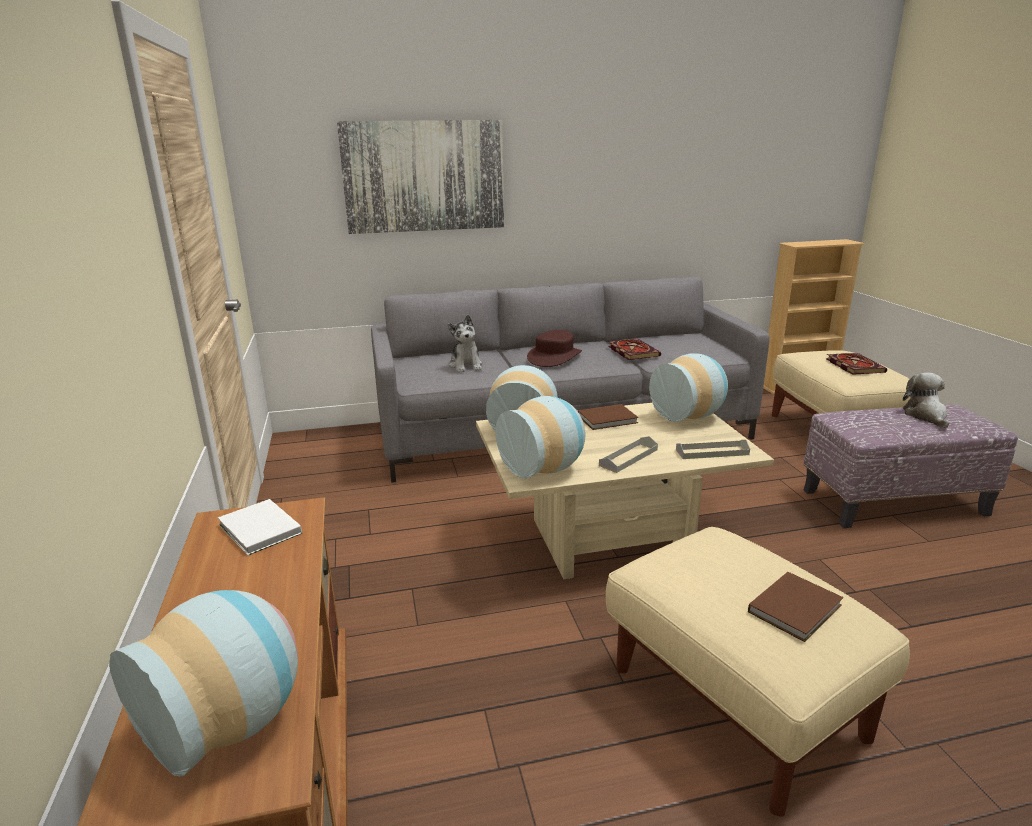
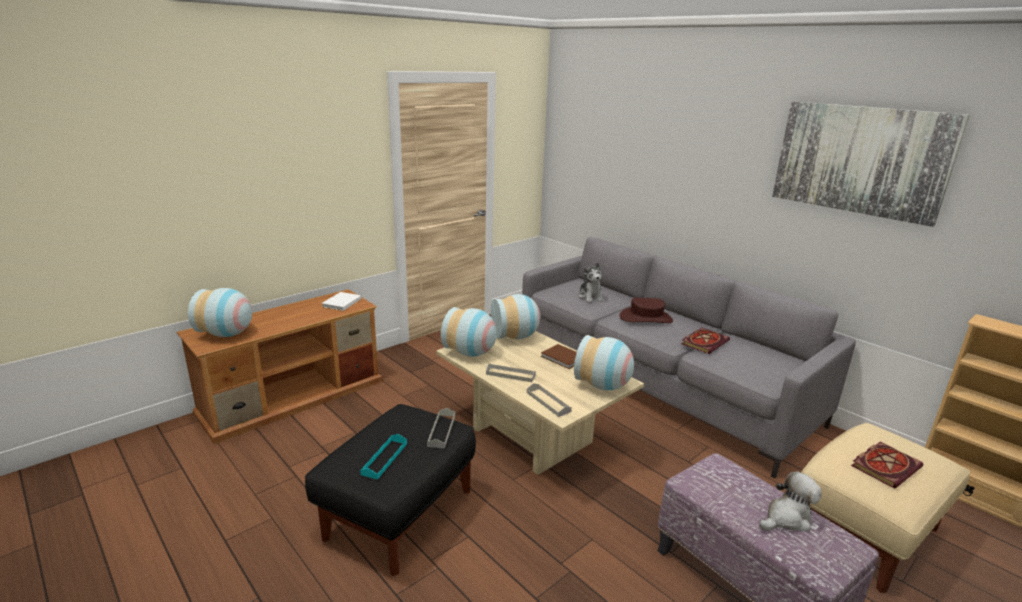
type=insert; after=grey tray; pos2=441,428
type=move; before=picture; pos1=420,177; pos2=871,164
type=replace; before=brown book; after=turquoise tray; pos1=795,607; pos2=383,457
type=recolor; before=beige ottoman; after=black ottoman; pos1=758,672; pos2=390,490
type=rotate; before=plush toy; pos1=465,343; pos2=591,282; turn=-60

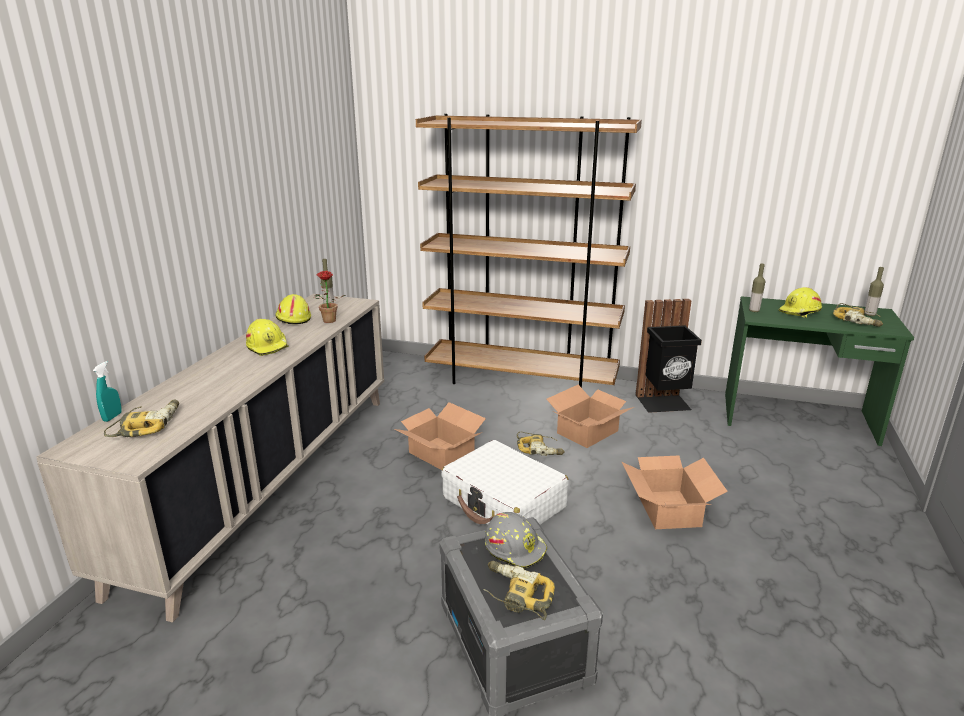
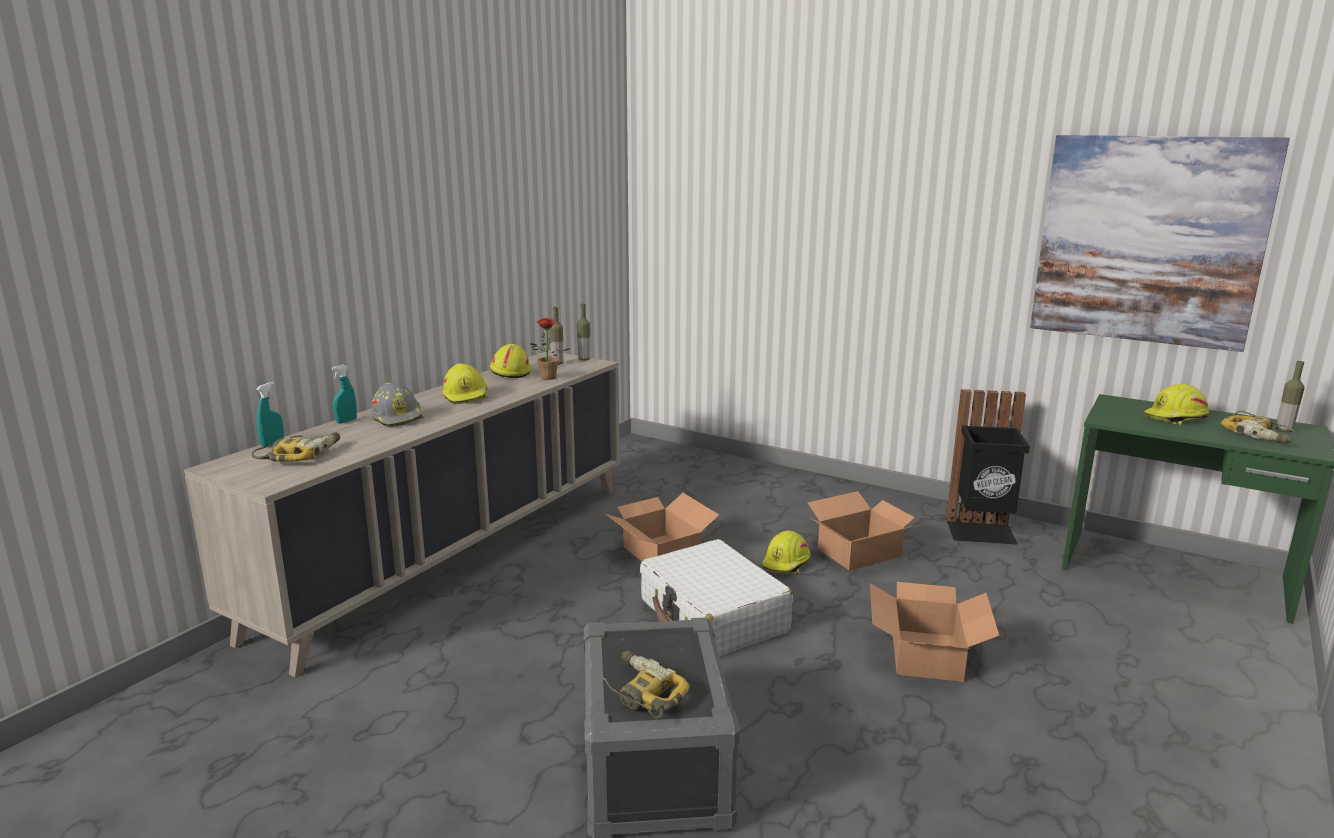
type=delete; before=brown bookcase; pos1=529,251
type=insert; after=turquoise spray bottle; pos2=344,394
type=insert; after=picture; pos2=1160,243
type=move; before=grey hard hat; pos1=516,540; pos2=397,405
type=move; before=bottle; pos1=757,288; pos2=583,332
type=replace; before=power drill; after=yellow hard hat; pos1=541,444; pos2=786,552

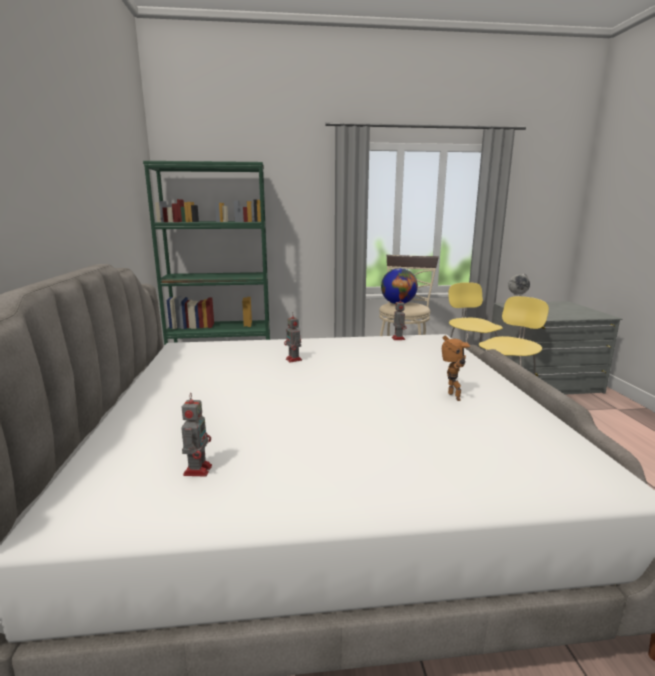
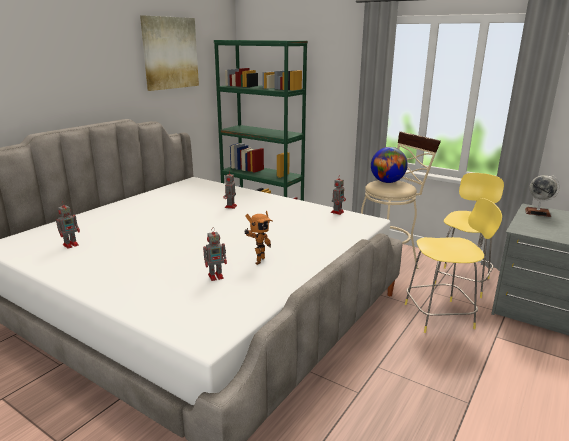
type=insert; after=picture; pos2=169,53
type=insert; after=toy robot; pos2=215,254

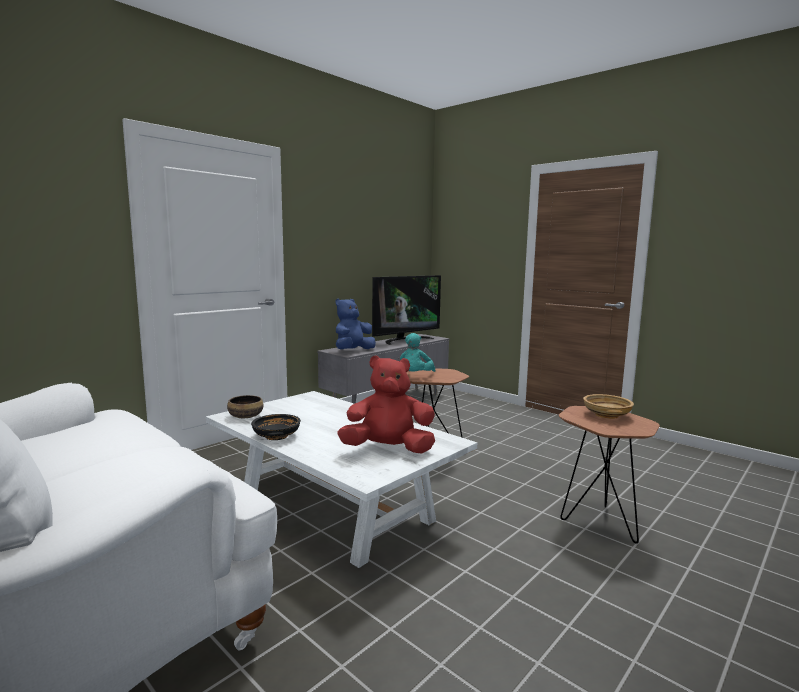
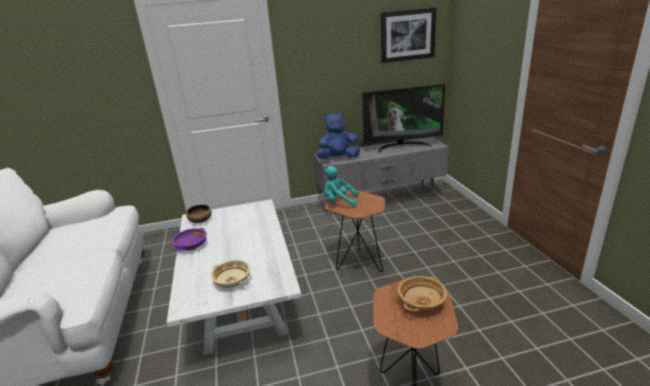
type=insert; after=picture; pos2=409,35
type=replace; before=red plush toy; after=beige bowl; pos1=386,404; pos2=230,274
type=recolor; before=black bowl; after=purple bowl; pos1=276,427; pos2=189,239
type=rotate; before=turquoise plush toy; pos1=417,352; pos2=341,186; turn=45

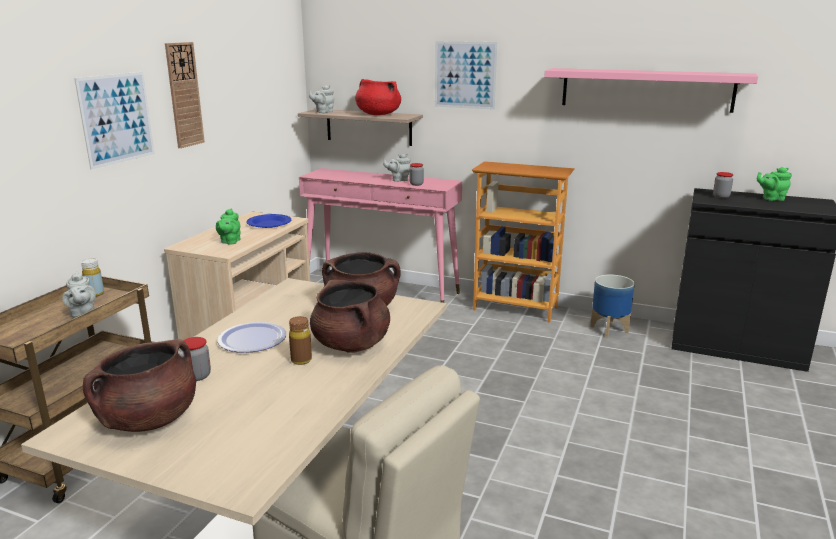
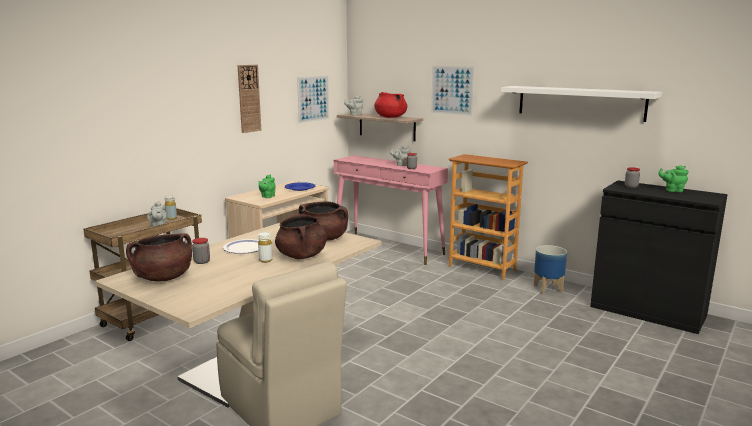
type=move; before=picture; pos1=114,121; pos2=313,99
type=recolor; before=brown bottle; after=white bottle; pos1=300,340; pos2=265,247
type=recolor; before=pink shelf; after=white shelf; pos1=651,90; pos2=581,104

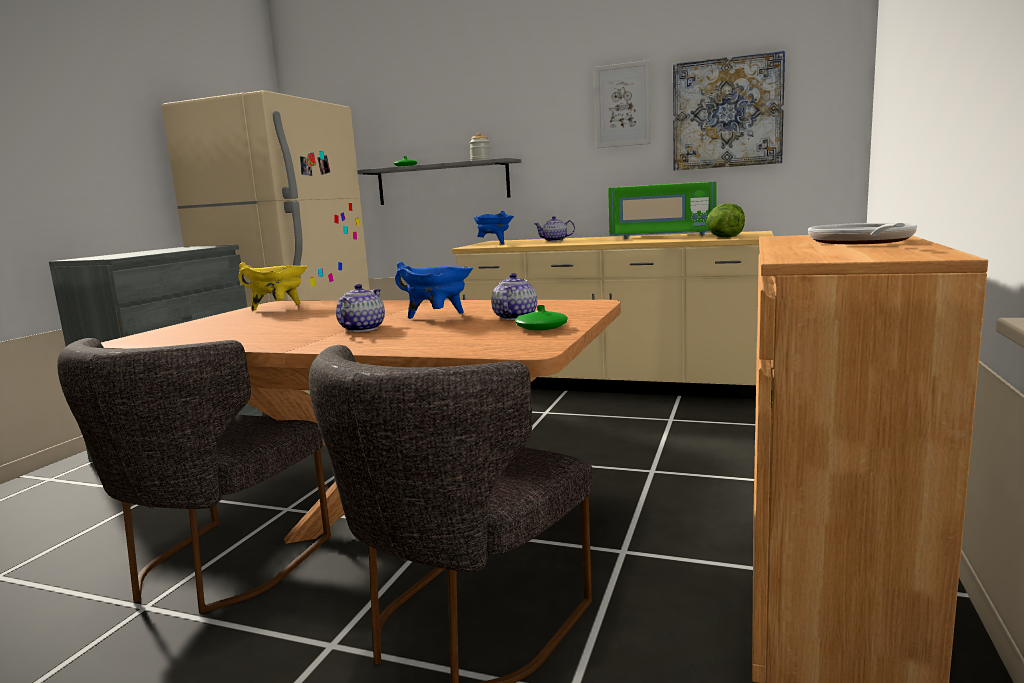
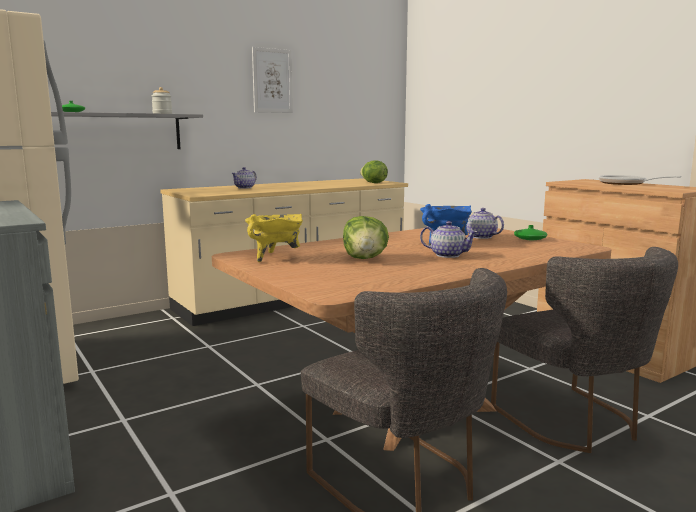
type=delete; before=blue cooking pot; pos1=494,228
type=delete; before=green microwave; pos1=662,210
type=delete; before=picture; pos1=729,110
type=insert; after=lettuce; pos2=366,237
type=rotate; before=teapot; pos1=360,308; pos2=449,239; turn=150

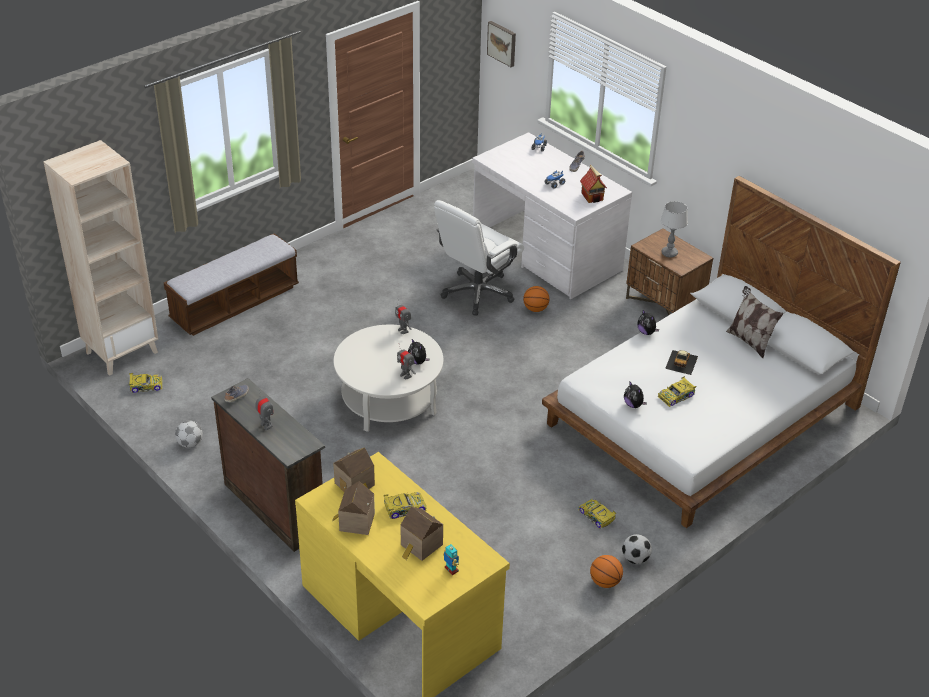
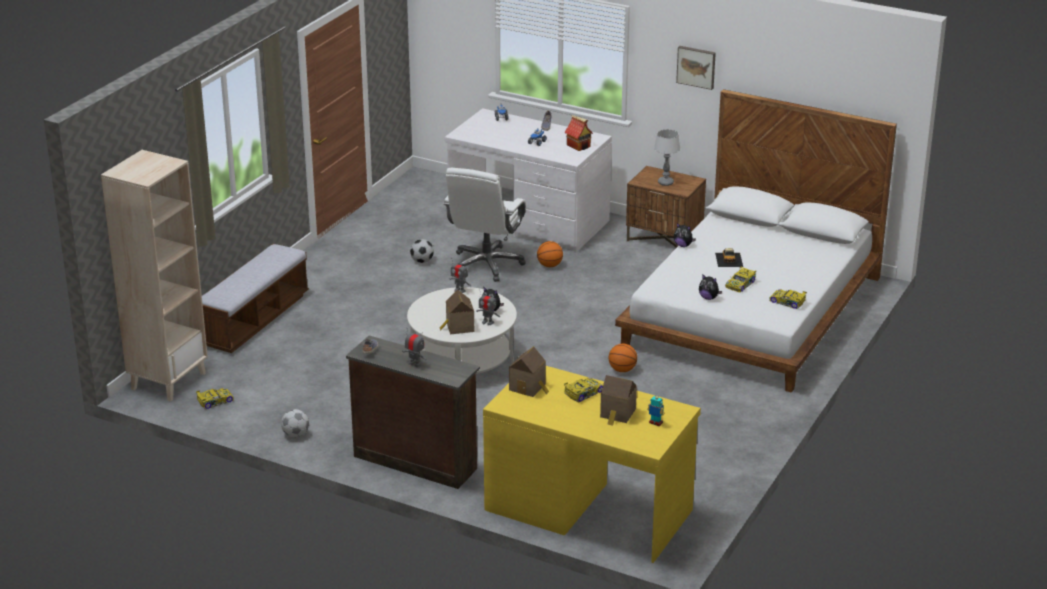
type=delete; before=pillow; pos1=754,322
type=move; before=toy house; pos1=353,508; pos2=457,312
type=move; before=picture; pos1=501,44; pos2=696,68
type=move; before=toy car; pos1=597,514; pos2=788,299
type=move; before=basketball; pos1=606,571; pos2=623,358
type=move; before=football; pos1=637,549; pos2=422,251

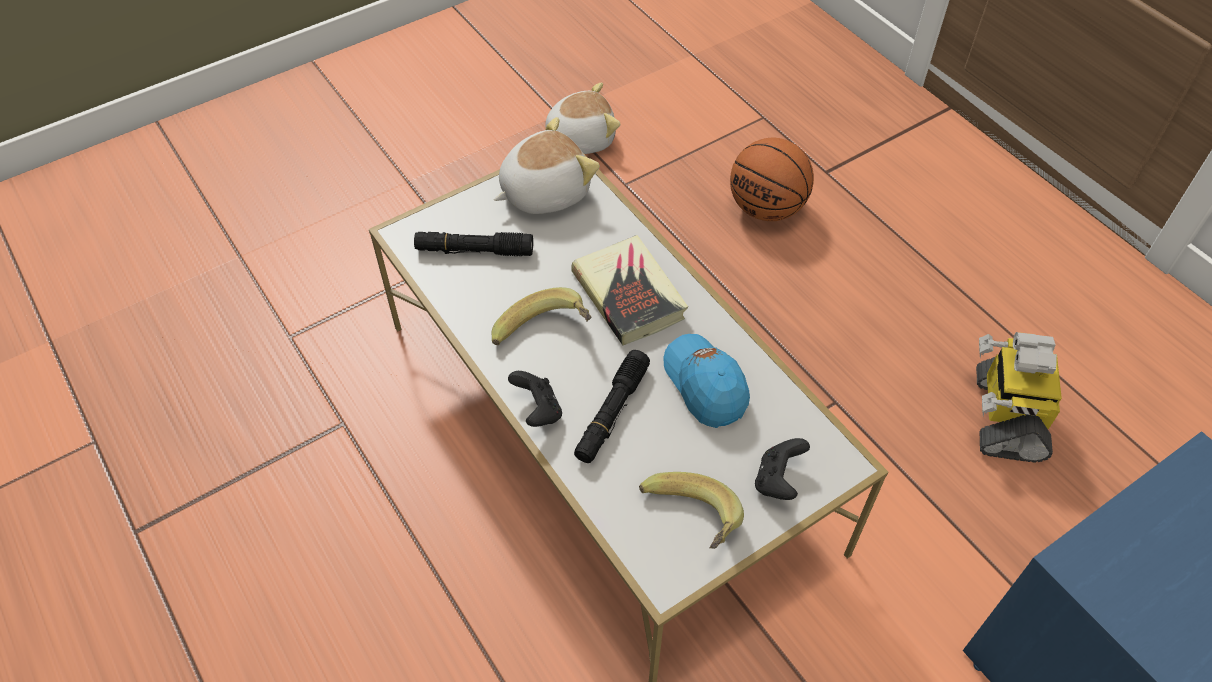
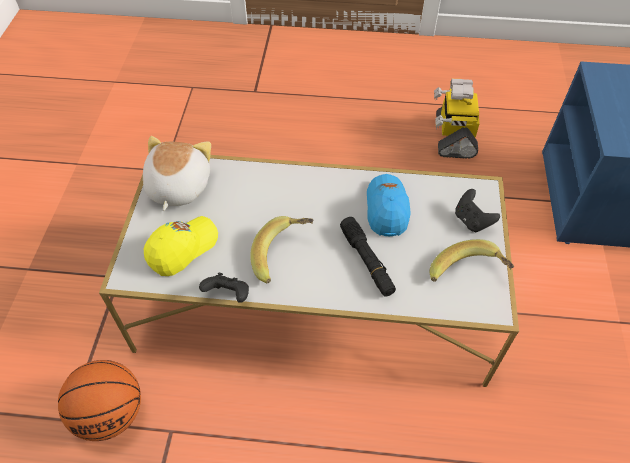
type=delete; before=plush toy; pos1=583,118
type=delete; before=book; pos1=629,290
type=move; before=black game controller; pos1=535,399; pos2=224,288
type=move; before=basketball; pos1=772,179; pos2=99,400
type=replace; before=black flashlight; after=yellow cap; pos1=473,244; pos2=181,246
type=rotate; before=blue cap; pos1=706,381; pos2=389,205; turn=75
type=rotate; before=toy robot; pos1=1019,397; pos2=457,119; turn=45

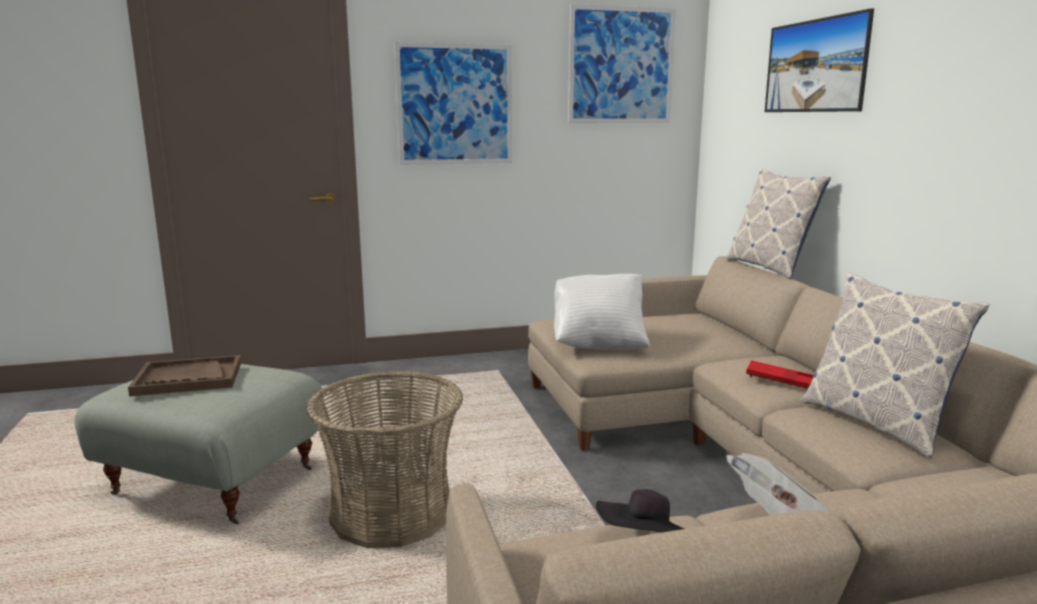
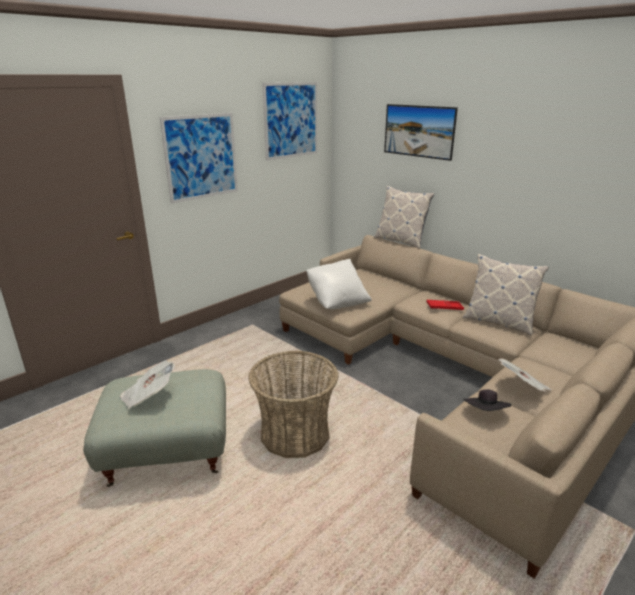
type=replace; before=brown tray; after=newspaper; pos1=184,376; pos2=147,385

